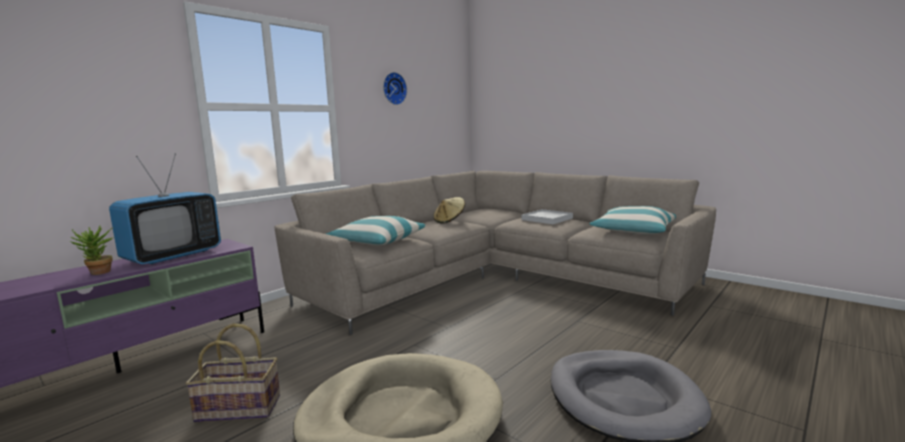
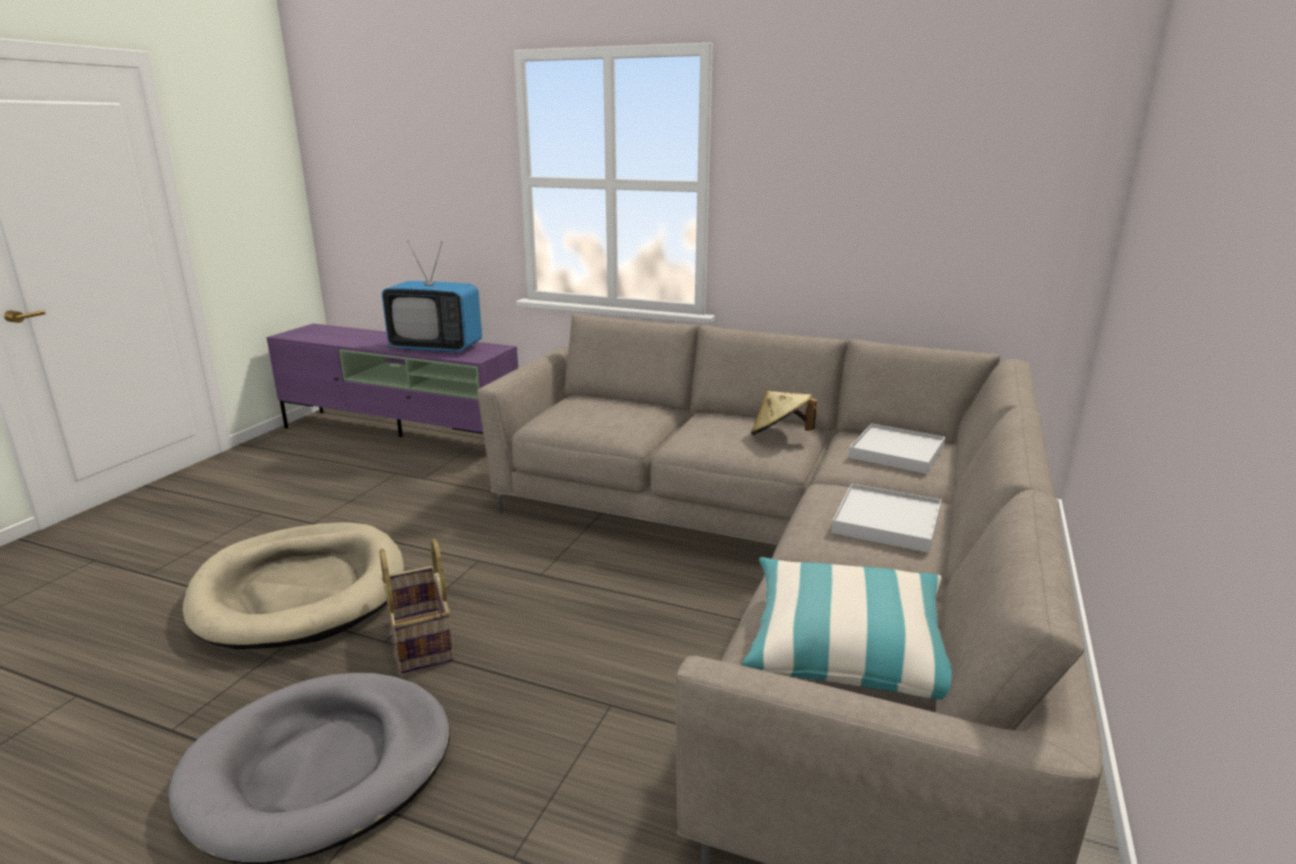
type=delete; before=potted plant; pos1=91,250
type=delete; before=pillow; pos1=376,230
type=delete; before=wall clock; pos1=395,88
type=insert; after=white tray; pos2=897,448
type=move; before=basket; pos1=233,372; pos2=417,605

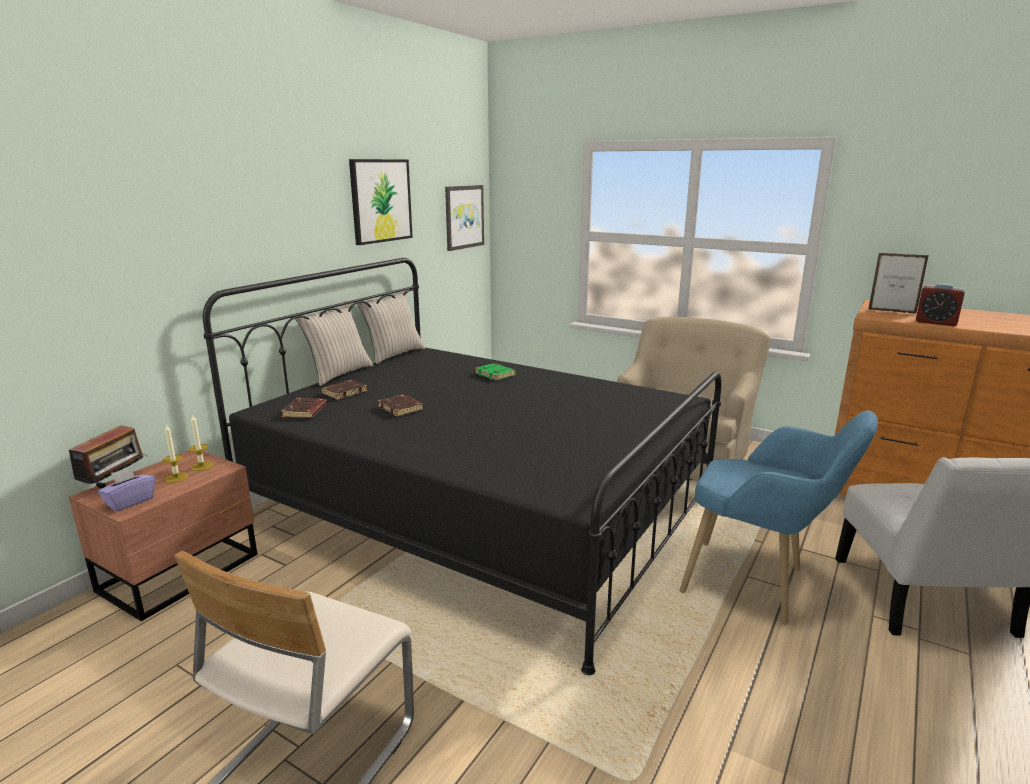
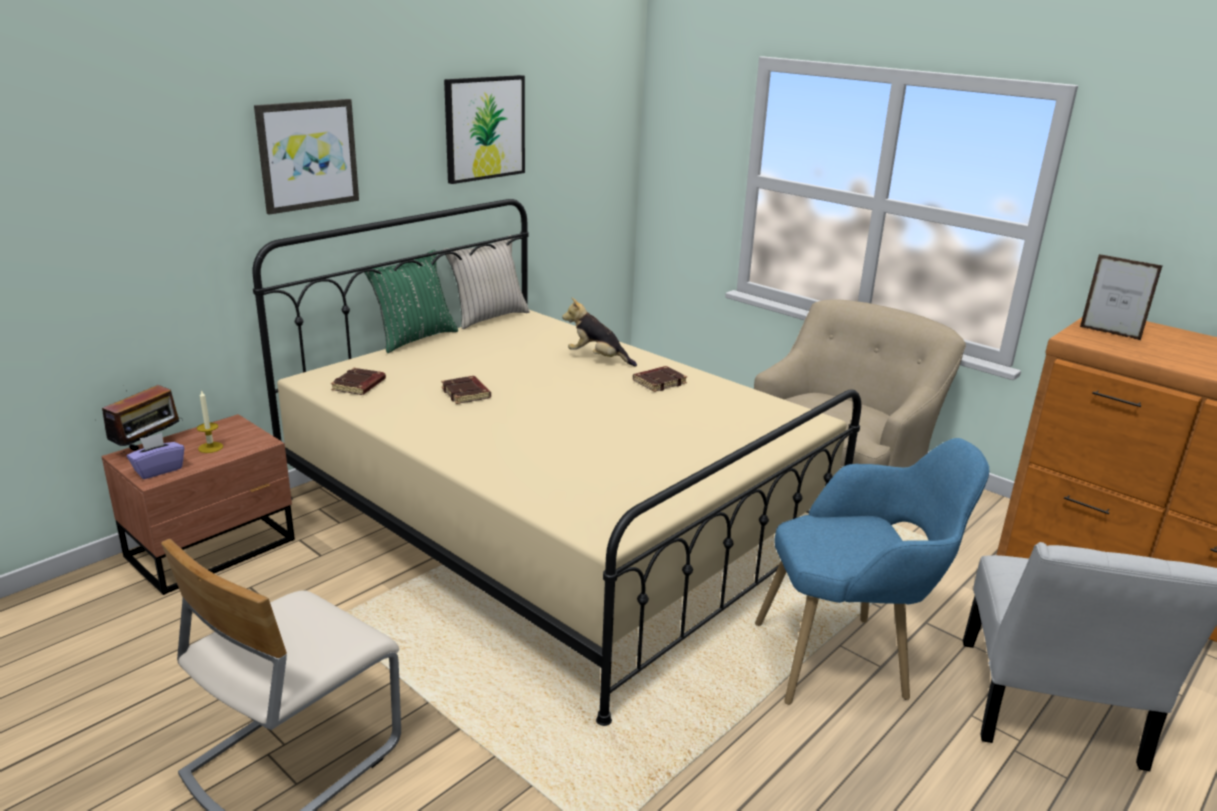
type=delete; before=candle; pos1=201,442
type=delete; before=alarm clock; pos1=940,305
type=move; before=brown book; pos1=344,390; pos2=660,379
type=move; before=picture; pos1=464,218; pos2=306,157
type=replace; before=green book; after=plush toy; pos1=495,372; pos2=599,332
type=recolor; before=black bed; after=beige bed; pos1=462,466; pos2=557,462
type=recolor; before=beige pillow; after=green pillow; pos1=334,343; pos2=411,301
type=rotate; before=blue armchair; pos1=779,517; pos2=872,571; turn=-45

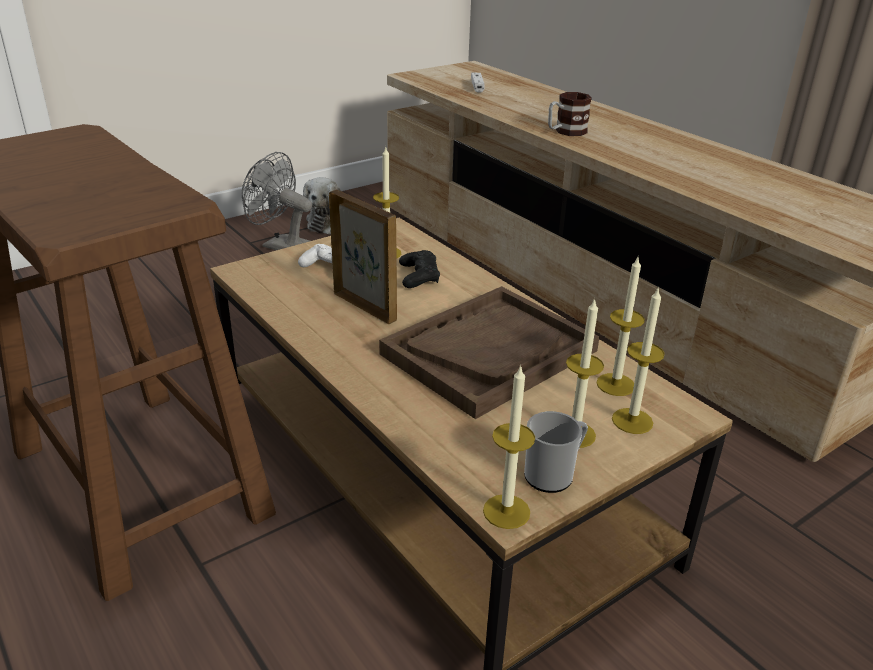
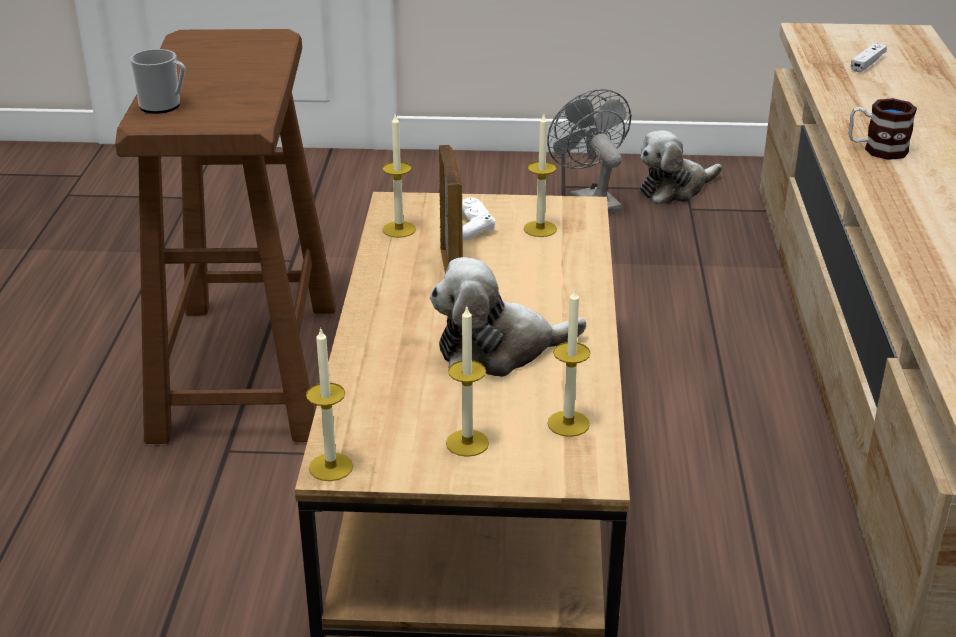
type=delete; before=black game controller; pos1=419,269
type=move; before=mug; pos1=556,452; pos2=157,81
type=move; before=candle; pos1=638,360; pos2=399,176
type=replace; before=brown tray; after=plush toy; pos1=489,352; pos2=508,317

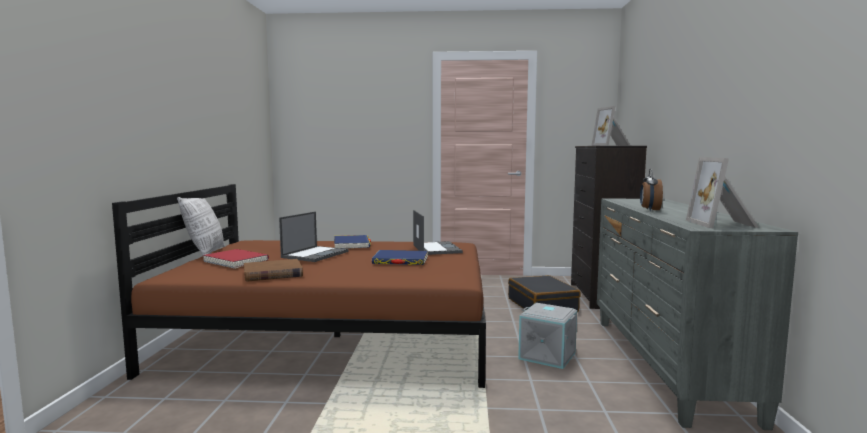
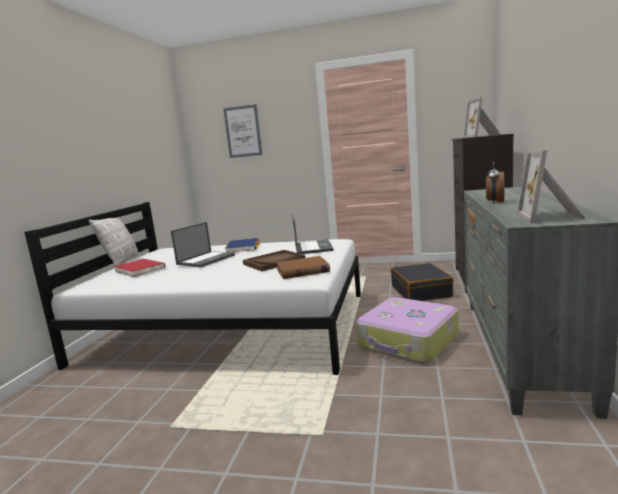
type=insert; after=picture; pos2=242,131
type=move; before=brown book; pos1=273,270; pos2=303,267
type=replace; before=blue book; after=brown tray; pos1=400,257; pos2=274,260
type=replace; before=grey storage box; after=suitcase; pos1=547,336; pos2=407,330
type=recolor; before=brown bed; after=white bed; pos1=299,286; pos2=192,288

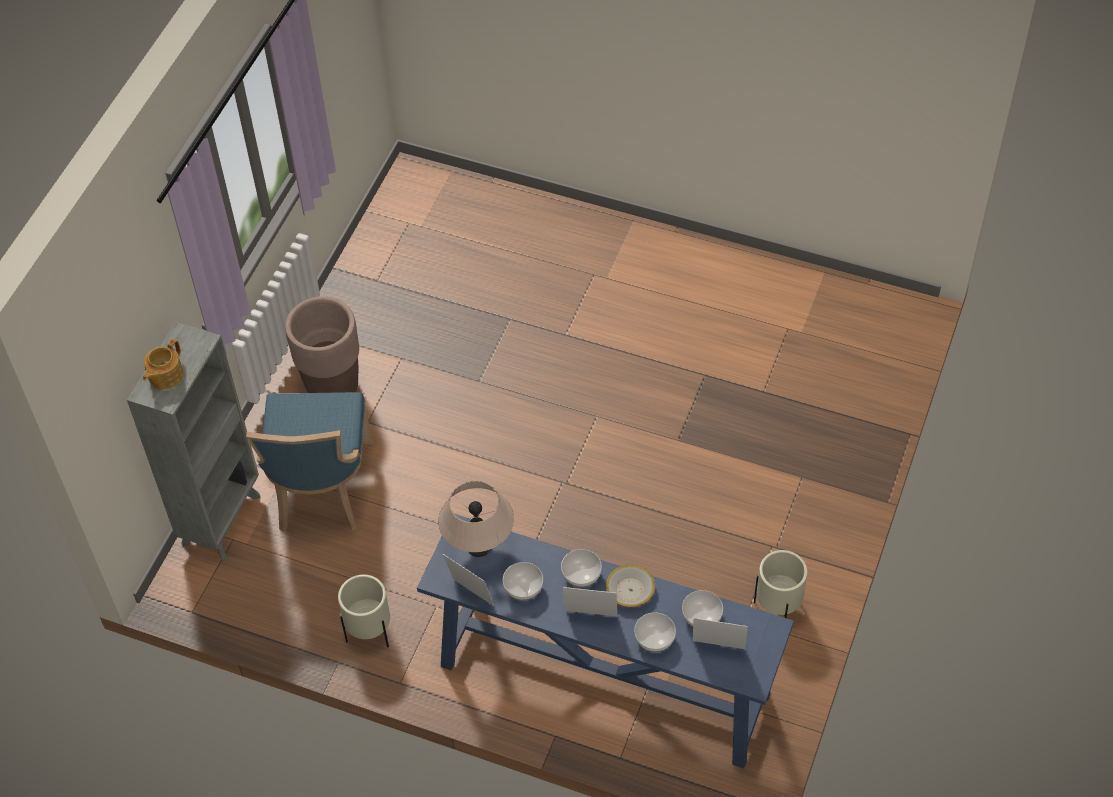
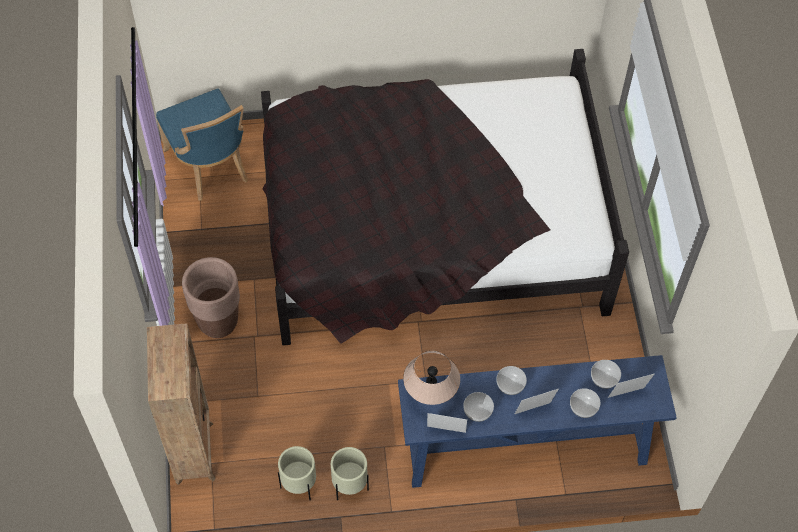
type=delete; before=teapot; pos1=163,363
type=delete; before=bowl; pos1=630,586
type=insert; after=black bed; pos2=445,197
type=move; before=blue chair; pos1=310,462; pos2=202,145
type=move; before=beige planter; pos1=780,584; pos2=297,473
type=recolor; before=grey bookcase; after=brown bookcase; pos1=194,441; pos2=181,404

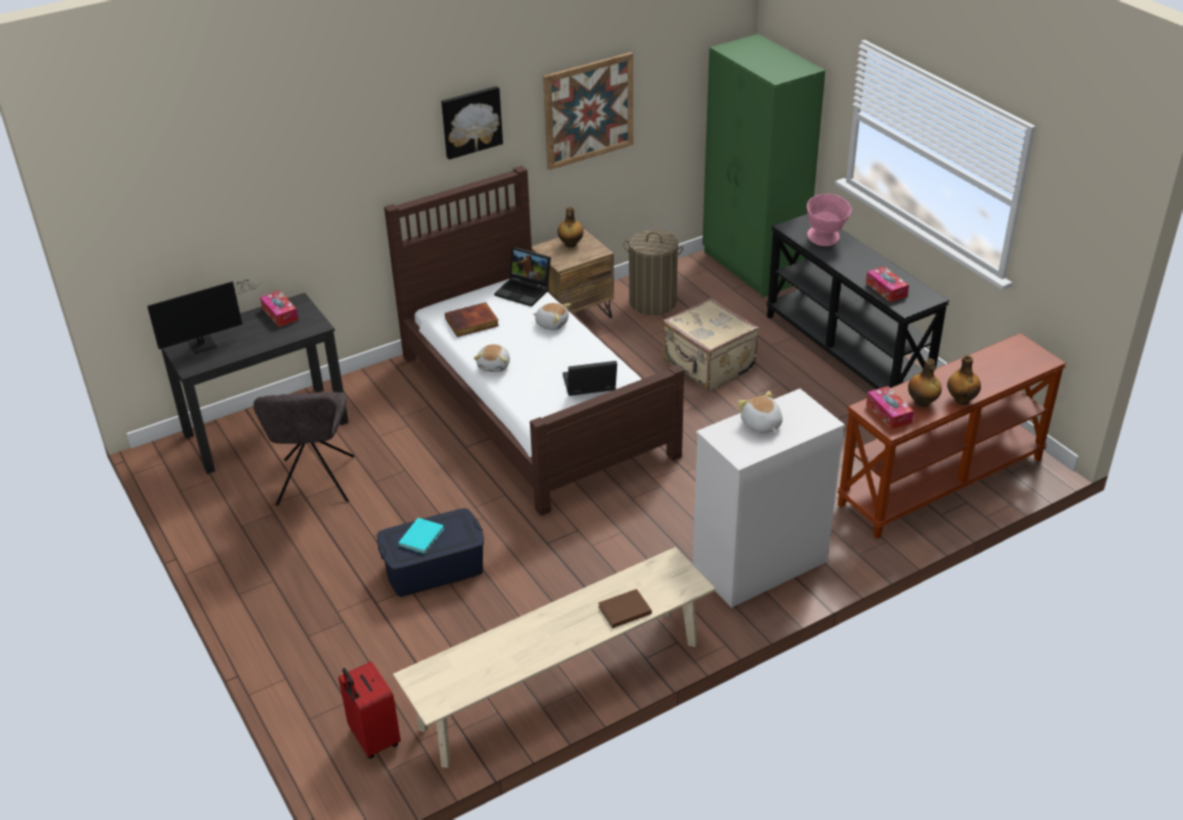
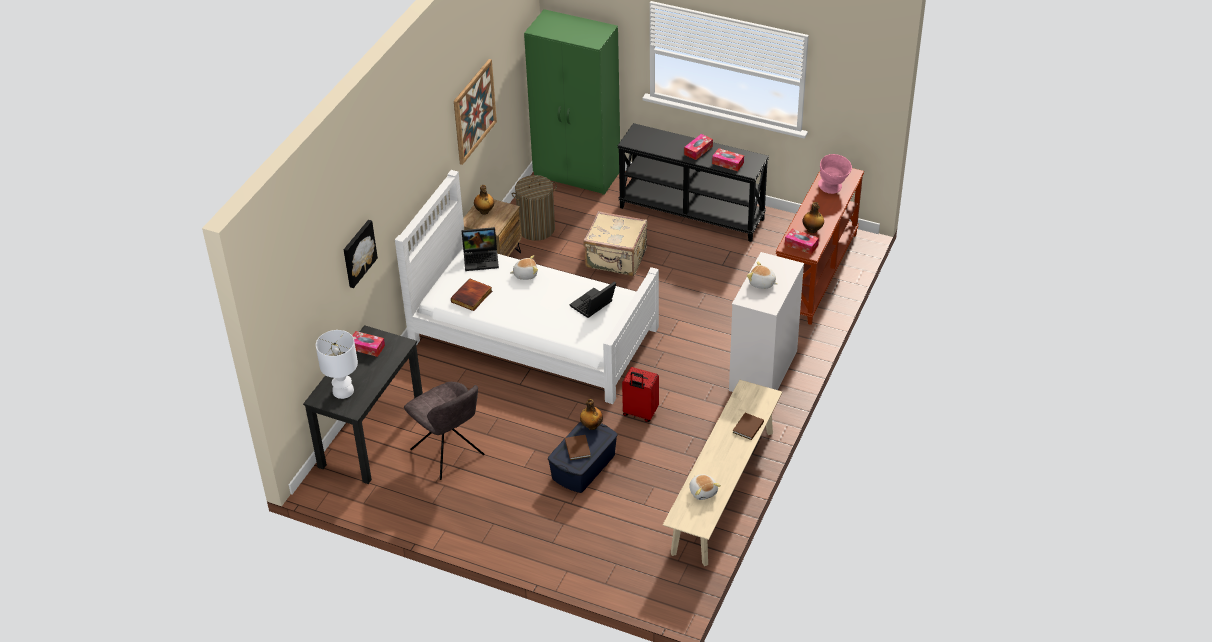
type=insert; after=tissue box; pos2=698,147
type=move; before=red suitcase; pos1=369,710; pos2=640,394
type=move; before=picture; pos1=472,123; pos2=360,254
type=move; before=plush toy; pos1=492,358; pos2=705,487
type=move; before=pink bowl; pos1=829,220; pos2=835,174
type=move; before=bottle; pos1=964,380; pos2=591,414
type=replace; before=monitor; after=white table lamp; pos1=204,317; pos2=337,364
type=recolor; before=brown bed; after=white bed; pos1=534,341; pos2=527,287
type=recolor; before=turquoise book; after=brown book; pos1=421,536; pos2=578,447

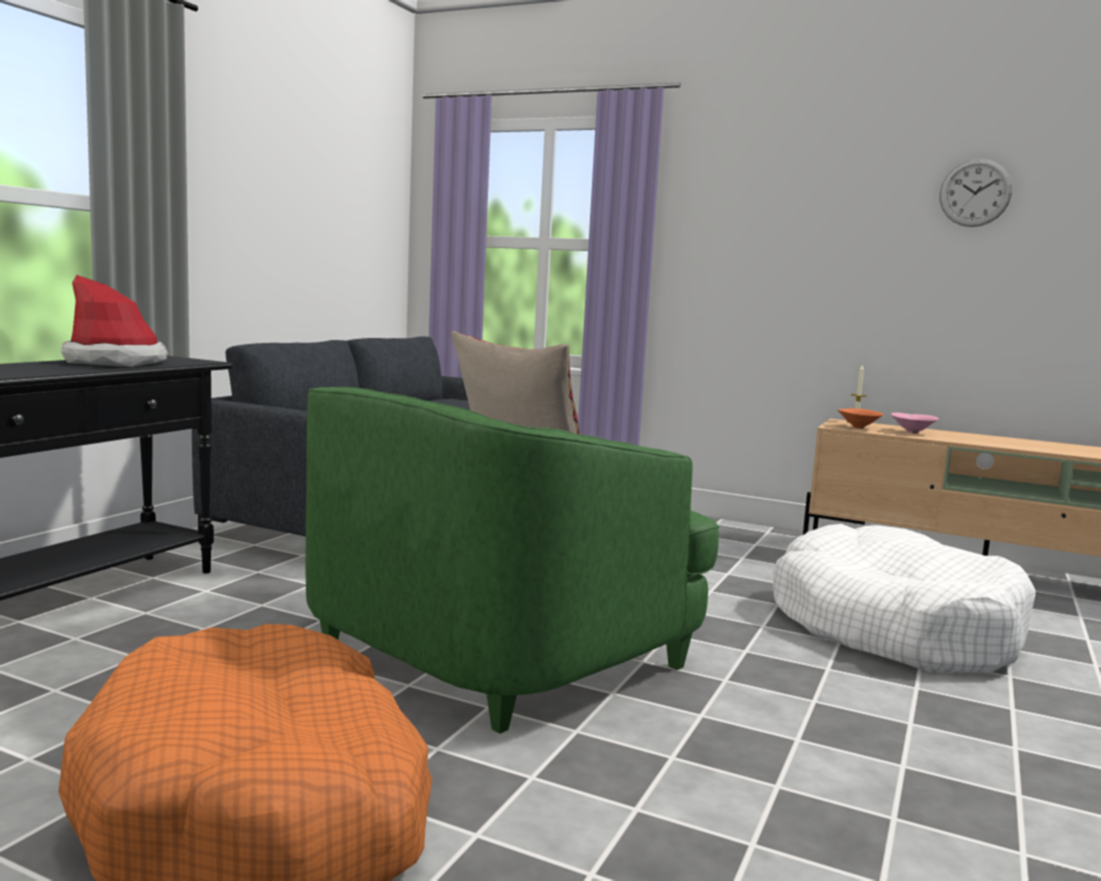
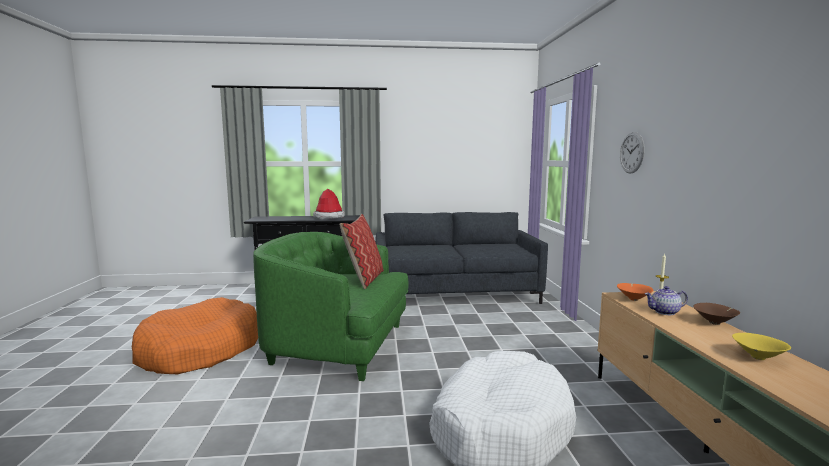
type=insert; after=brown bowl; pos2=716,314
type=insert; after=yellow bowl; pos2=761,346
type=move; before=wall clock; pos1=975,193; pos2=632,153
type=replace; before=pink bowl; after=teapot; pos1=915,423; pos2=666,300

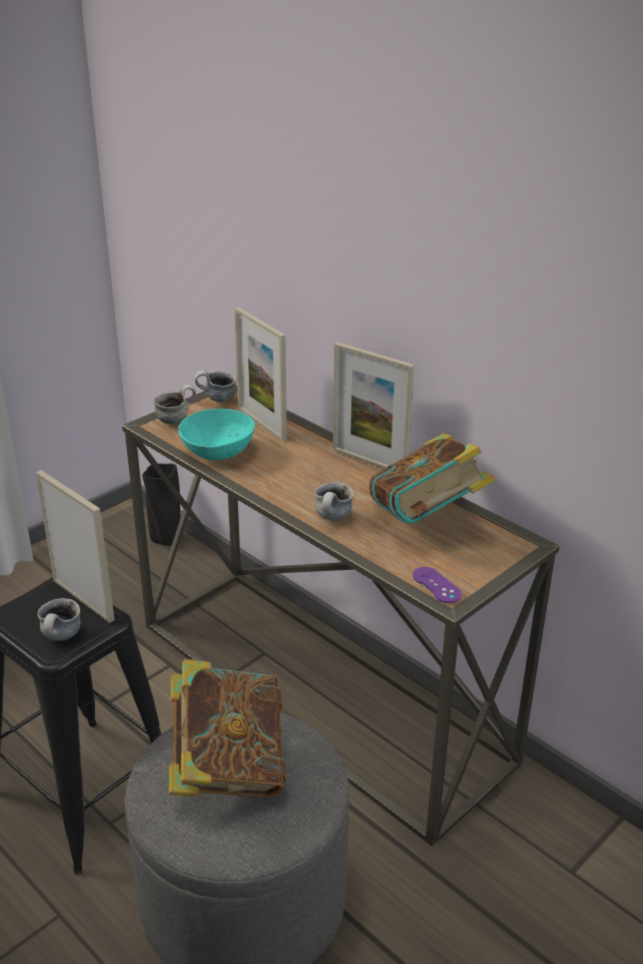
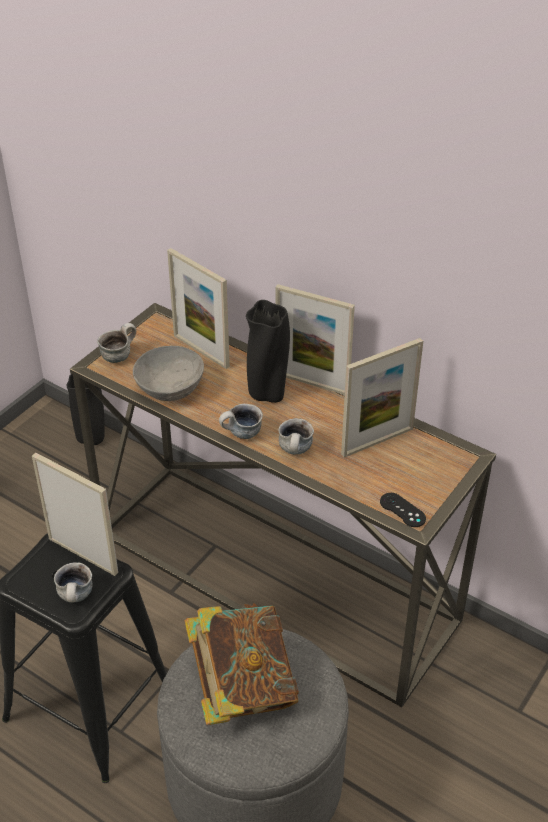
type=insert; after=black vase; pos2=268,351
type=move; before=mug; pos1=215,386; pos2=241,421
type=replace; before=book; after=picture frame; pos1=432,478; pos2=382,397
type=recolor; before=turquoise bowl; after=grey bowl; pos1=216,434; pos2=168,373
type=recolor; before=purple game controller; after=black game controller; pos1=437,585; pos2=403,510

